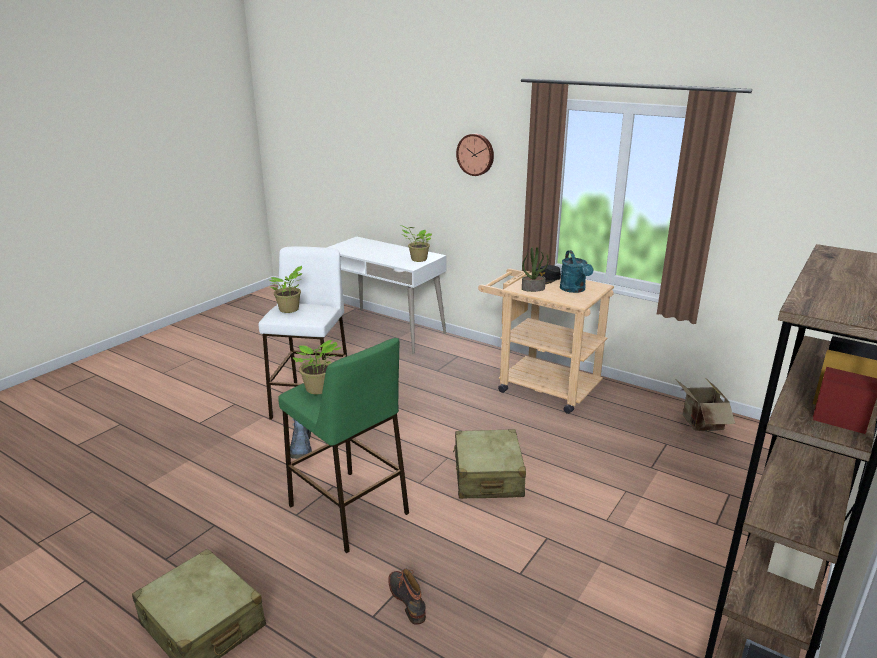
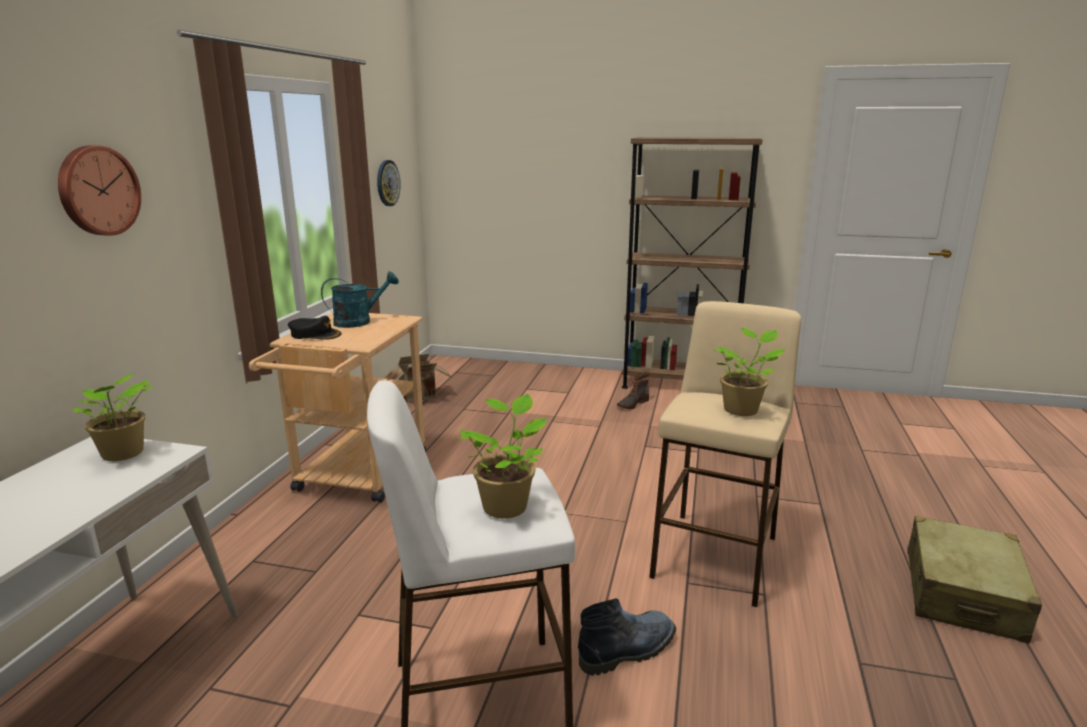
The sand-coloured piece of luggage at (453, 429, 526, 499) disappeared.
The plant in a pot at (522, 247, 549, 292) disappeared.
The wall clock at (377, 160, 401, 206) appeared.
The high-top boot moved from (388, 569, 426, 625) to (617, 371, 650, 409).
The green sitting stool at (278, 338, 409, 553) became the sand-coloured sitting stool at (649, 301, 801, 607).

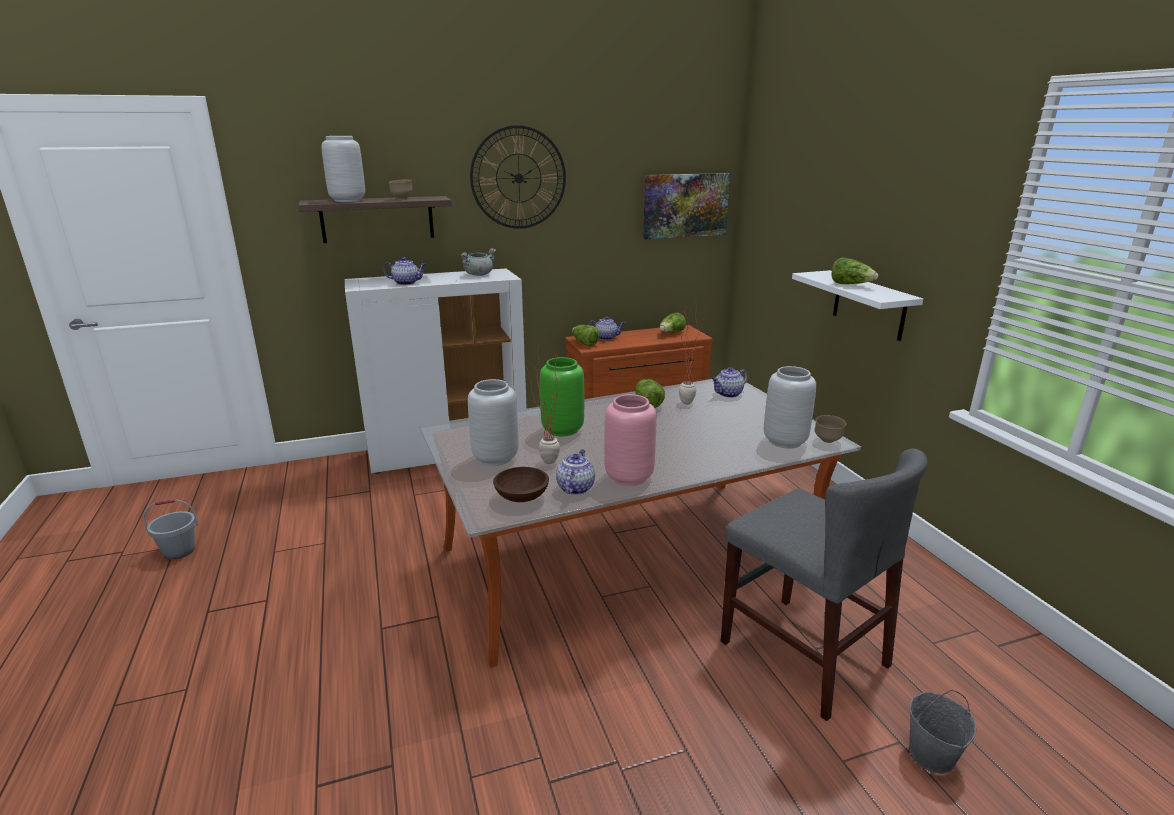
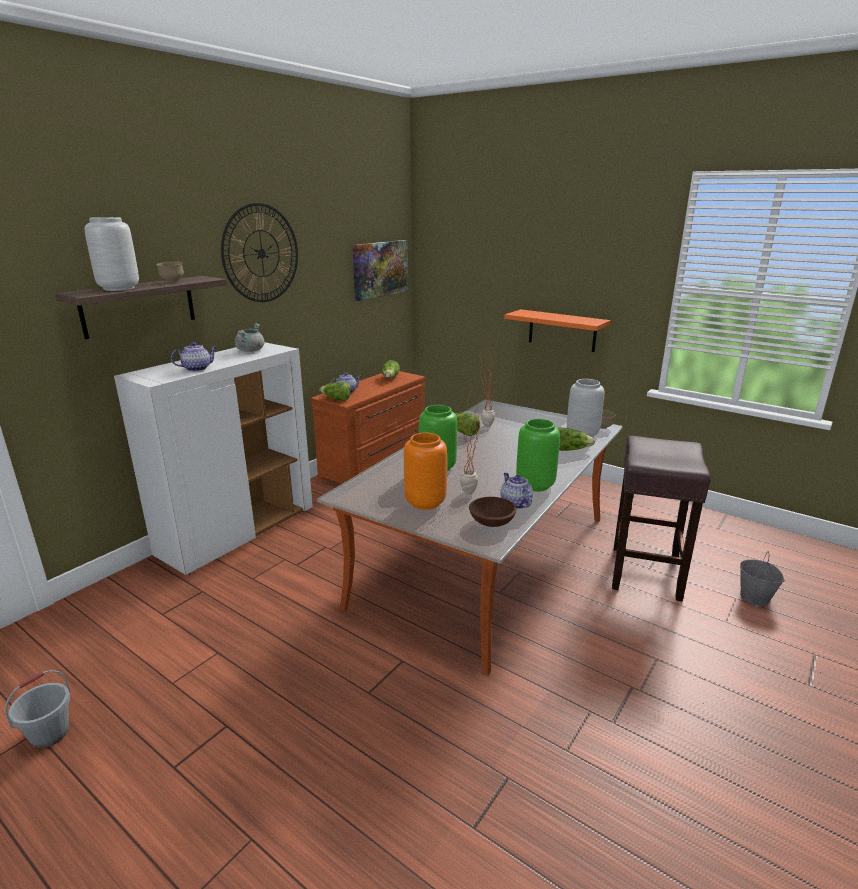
The tea pot at (712, 367, 748, 398) disappeared.
The lettuce moved from (832, 257, 879, 284) to (557, 427, 595, 451).
The greyish chair at (721, 448, 928, 721) was replaced by the brown sitting stool at (612, 436, 711, 601).
The greyish flower vase at (468, 379, 519, 466) became the orange-coloured flower vase at (404, 433, 447, 510).
The pinkish flower vase at (604, 394, 656, 486) became the green flower vase at (516, 419, 560, 492).
The white shelf at (792, 270, 923, 341) became the orange-coloured shelf at (504, 309, 610, 352).

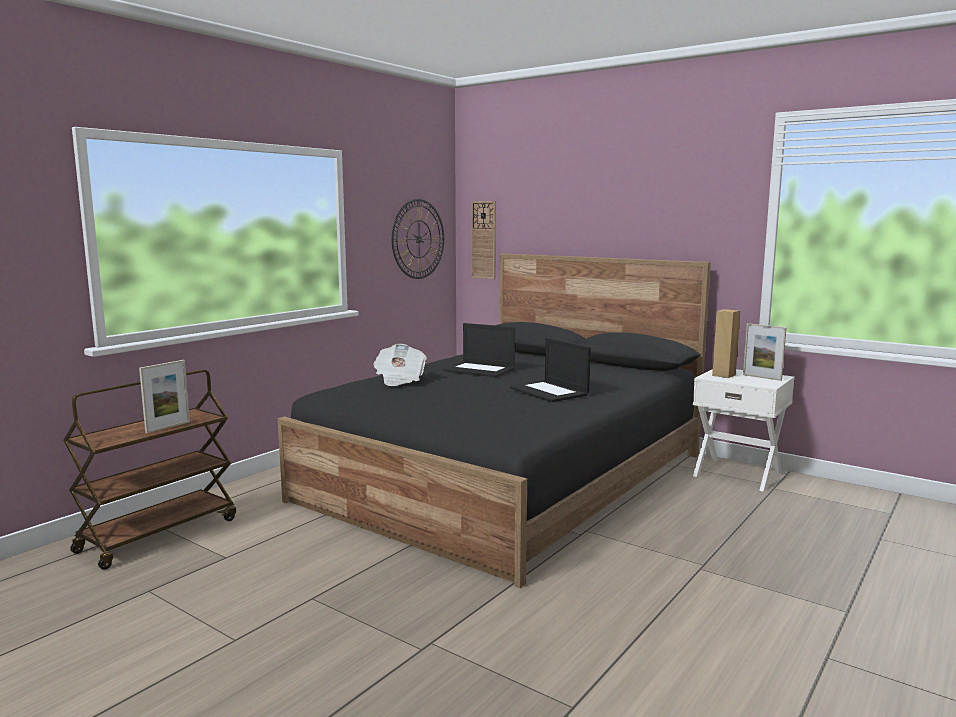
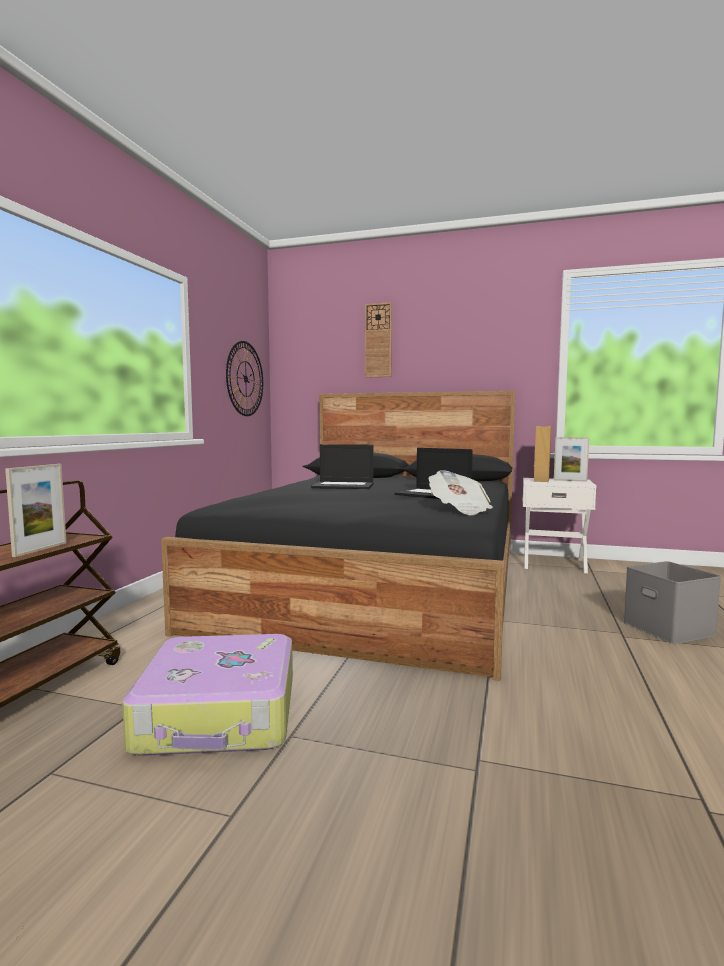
The piece of luggage at (122, 634, 293, 756) appeared.
The greyish storage container at (623, 561, 721, 644) appeared.
The printed paper moved from (373, 344, 427, 386) to (428, 470, 493, 515).
The wall clock moved from (471, 201, 496, 279) to (365, 302, 392, 378).

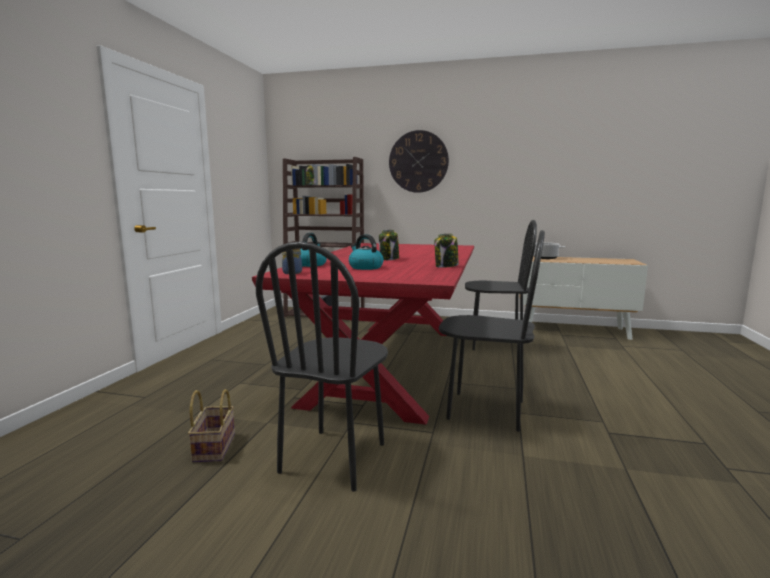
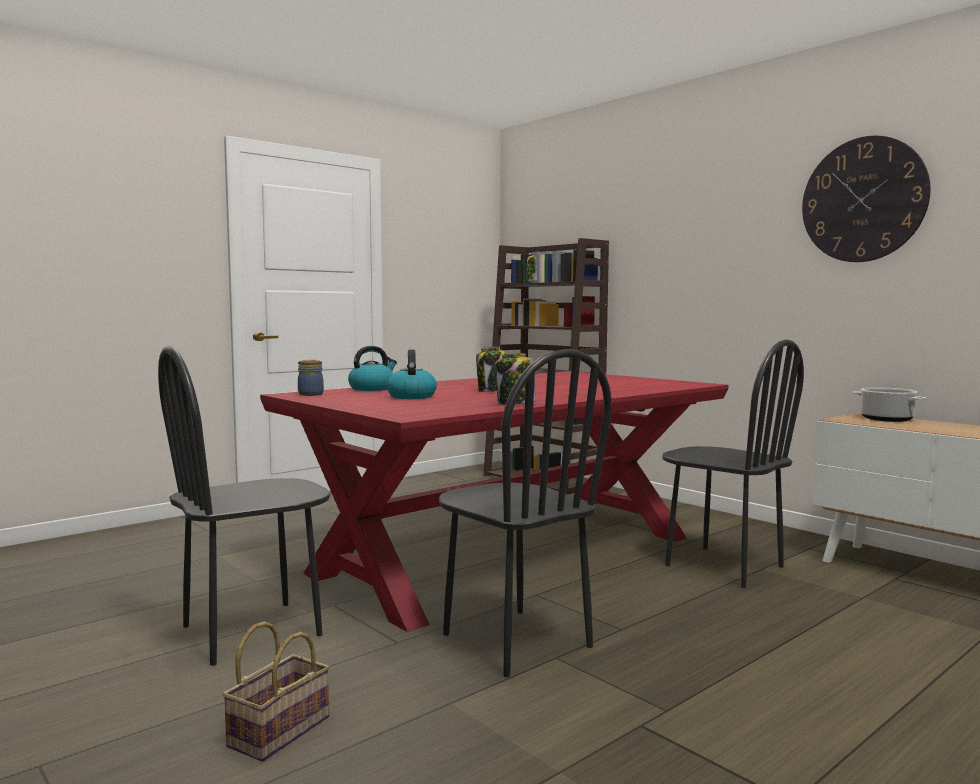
The storage basket moved from (188, 389, 235, 463) to (222, 621, 330, 762).
The wall clock moved from (389, 130, 449, 193) to (802, 136, 931, 262).

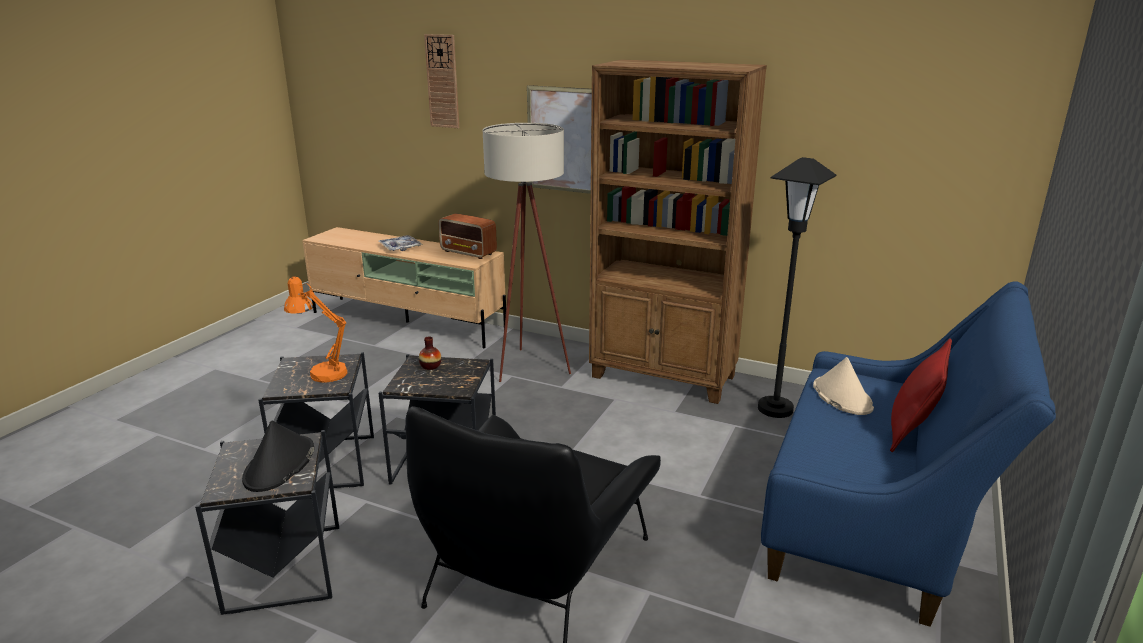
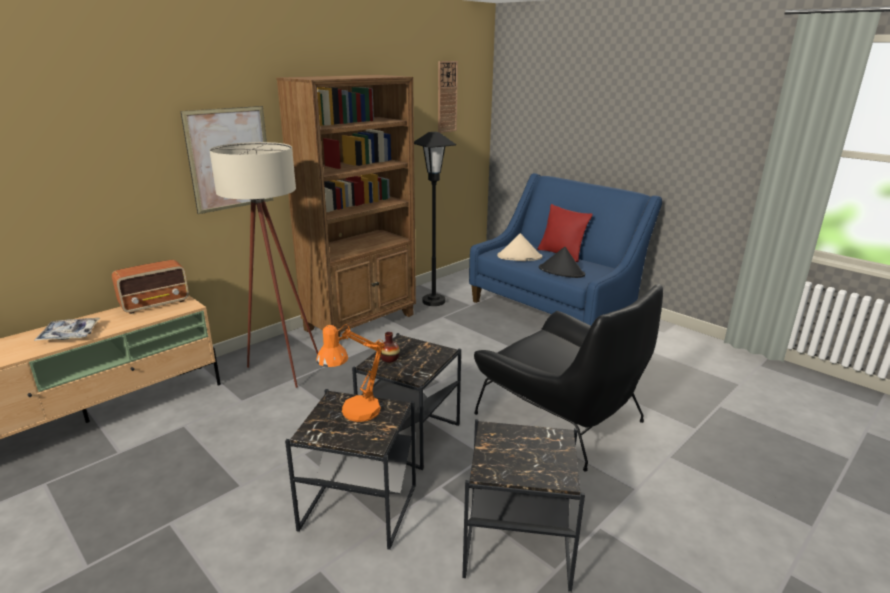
The blackish hat moved from (242, 420, 314, 492) to (539, 247, 585, 278).
The wall clock moved from (424, 34, 459, 128) to (438, 61, 458, 133).

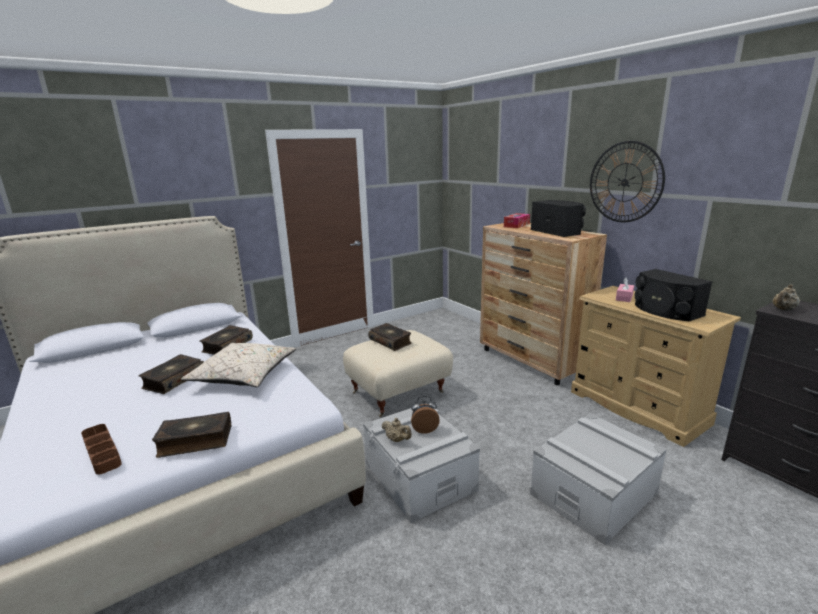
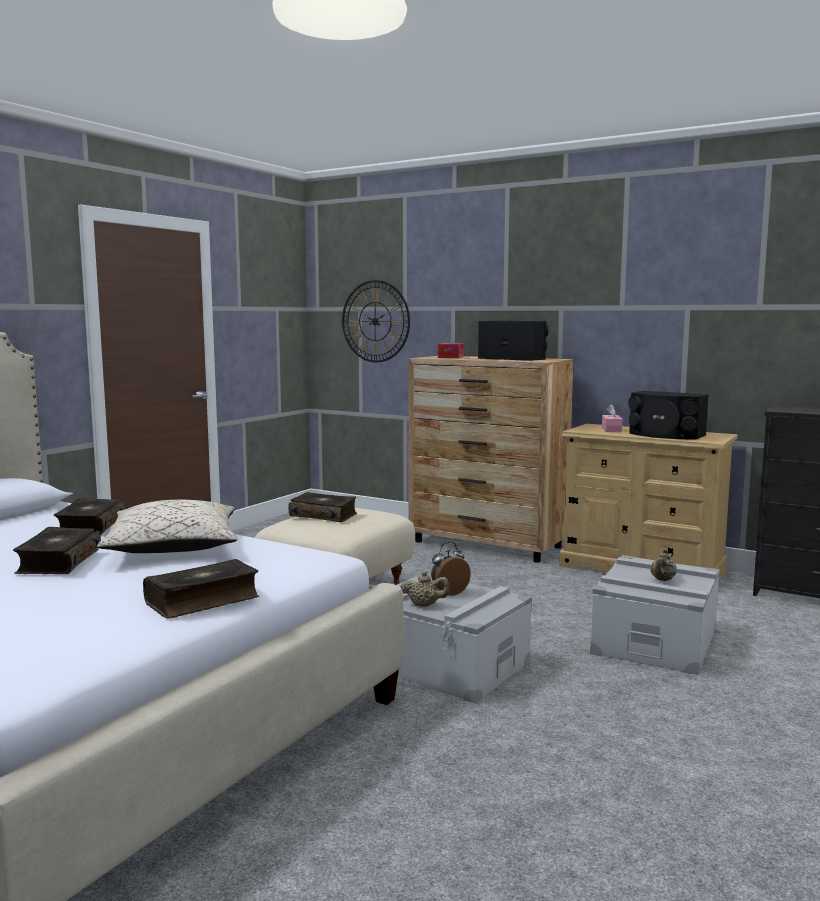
The brown serving tray at (81, 424, 122, 475) disappeared.
The wall clock moved from (590, 141, 665, 222) to (342, 280, 410, 362).
The sand-coloured tea pot moved from (772, 284, 800, 311) to (650, 549, 677, 581).

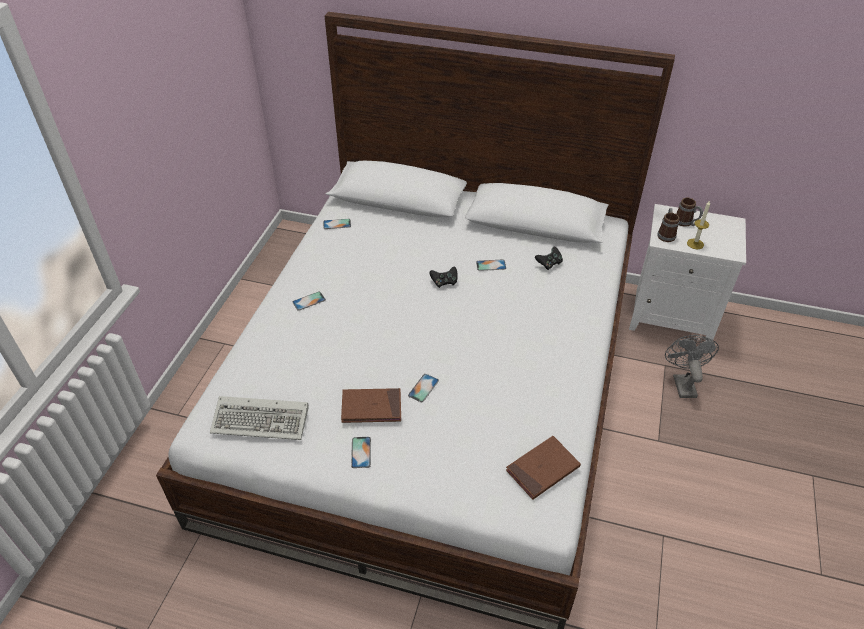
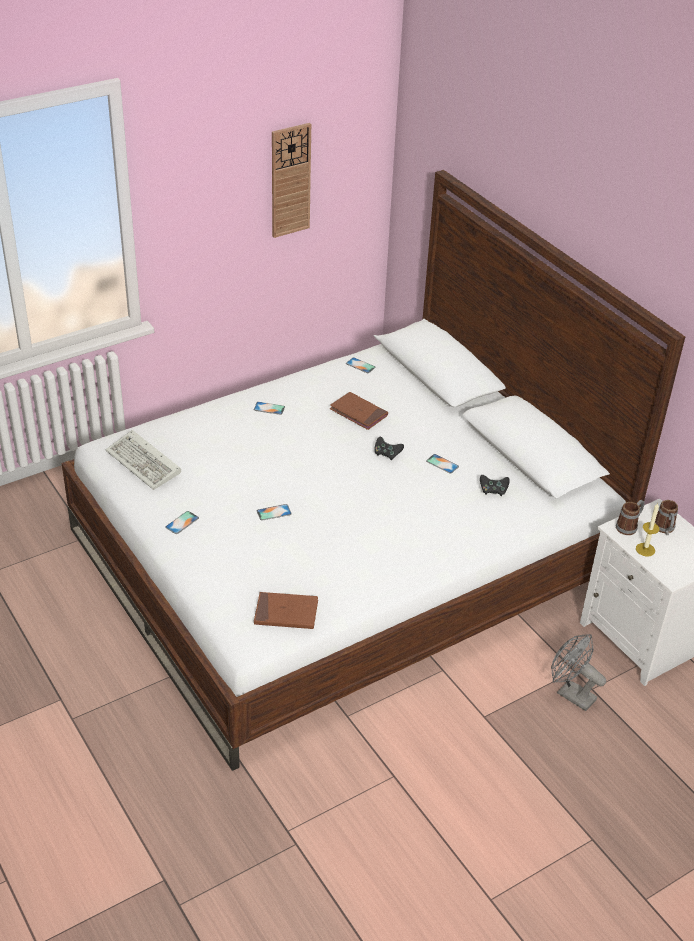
The wall clock at (272, 123, 311, 238) appeared.
The brown volume moved from (341, 388, 401, 423) to (330, 392, 388, 430).
The greyish electric fan at (665, 335, 719, 398) turned 90 degrees counterclockwise.

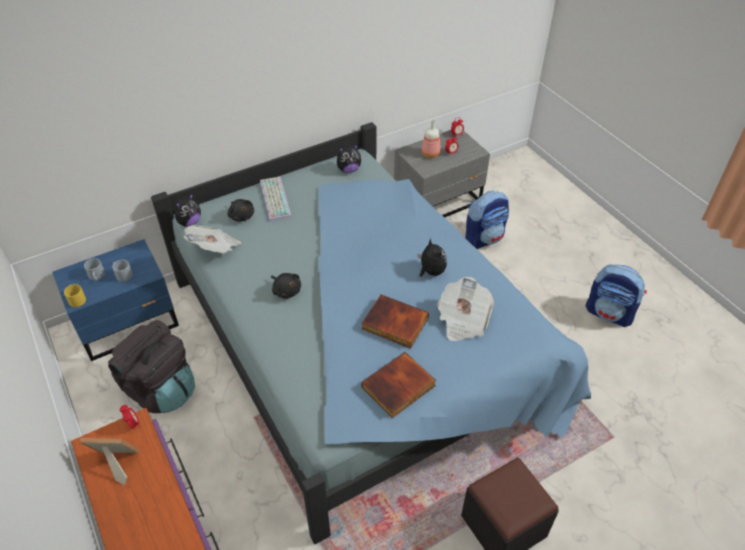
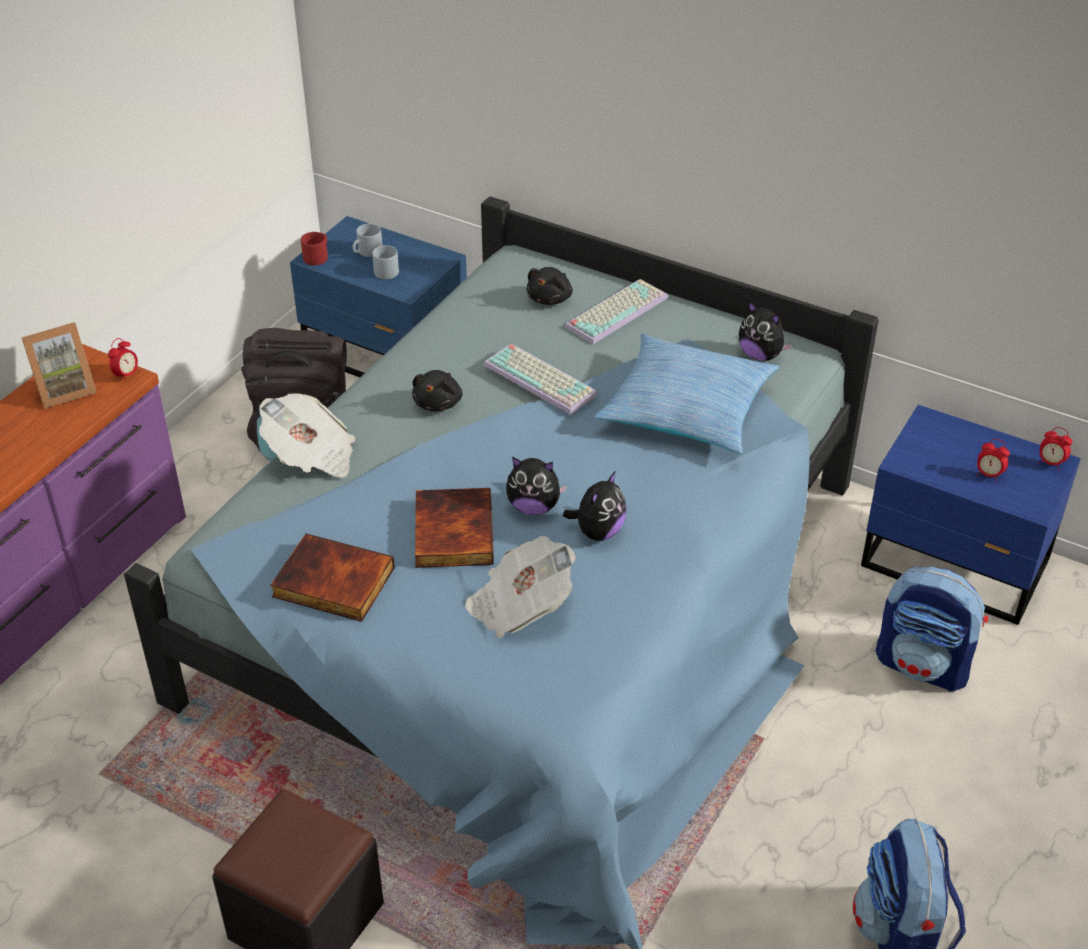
The beverage bottle at (421, 120, 441, 158) disappeared.
The computer keyboard at (484, 344, 598, 415) appeared.
The cushion at (594, 334, 780, 454) appeared.
The plush toy moved from (172, 193, 201, 227) to (506, 457, 567, 515).
The printed paper moved from (184, 225, 242, 254) to (259, 393, 355, 478).
The yellow tea mug at (64, 284, 86, 307) became the reddish tea mug at (301, 232, 328, 265).
The greyish night table at (394, 130, 490, 217) became the blue-coloured night table at (861, 405, 1081, 625).
The photo frame at (80, 438, 139, 485) turned 90 degrees clockwise.

